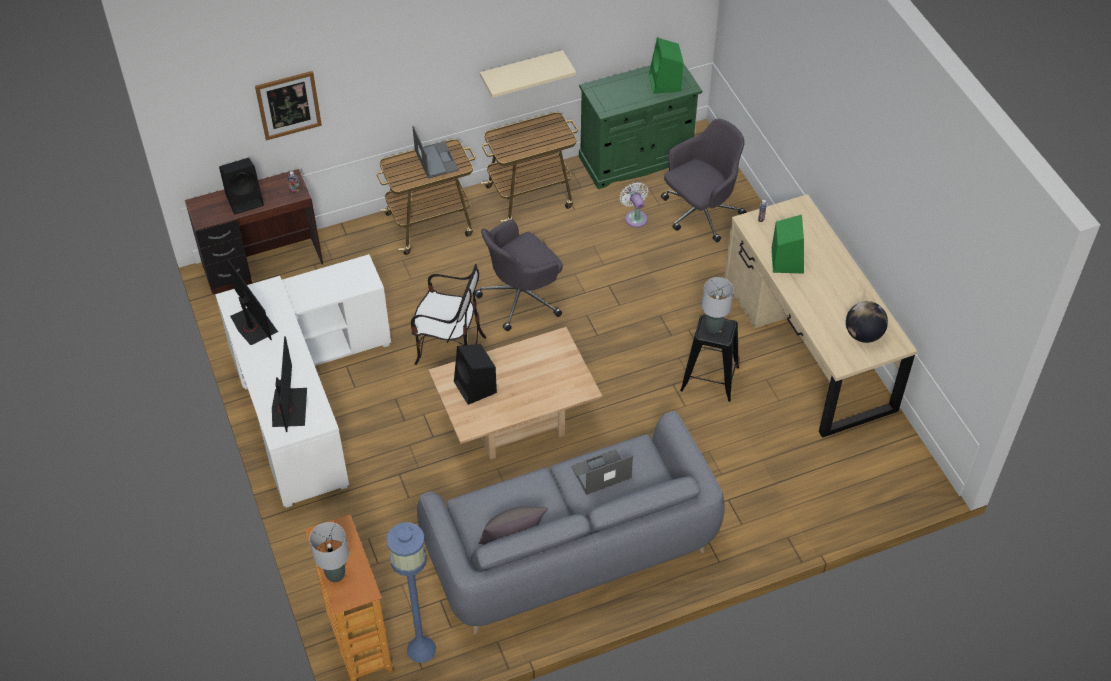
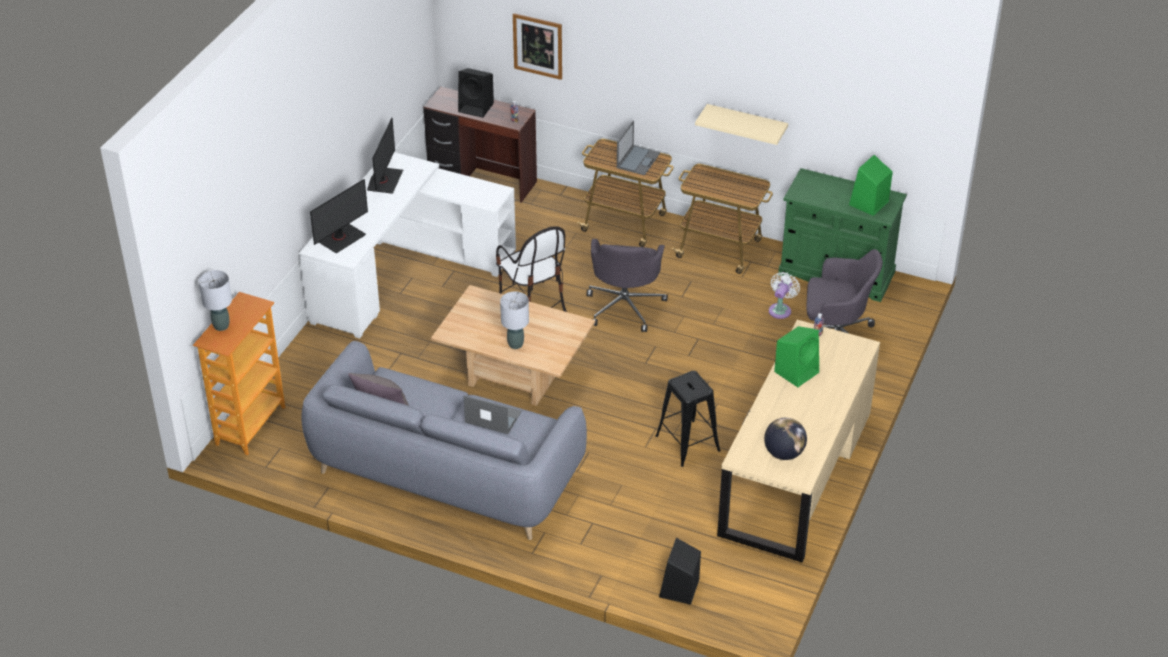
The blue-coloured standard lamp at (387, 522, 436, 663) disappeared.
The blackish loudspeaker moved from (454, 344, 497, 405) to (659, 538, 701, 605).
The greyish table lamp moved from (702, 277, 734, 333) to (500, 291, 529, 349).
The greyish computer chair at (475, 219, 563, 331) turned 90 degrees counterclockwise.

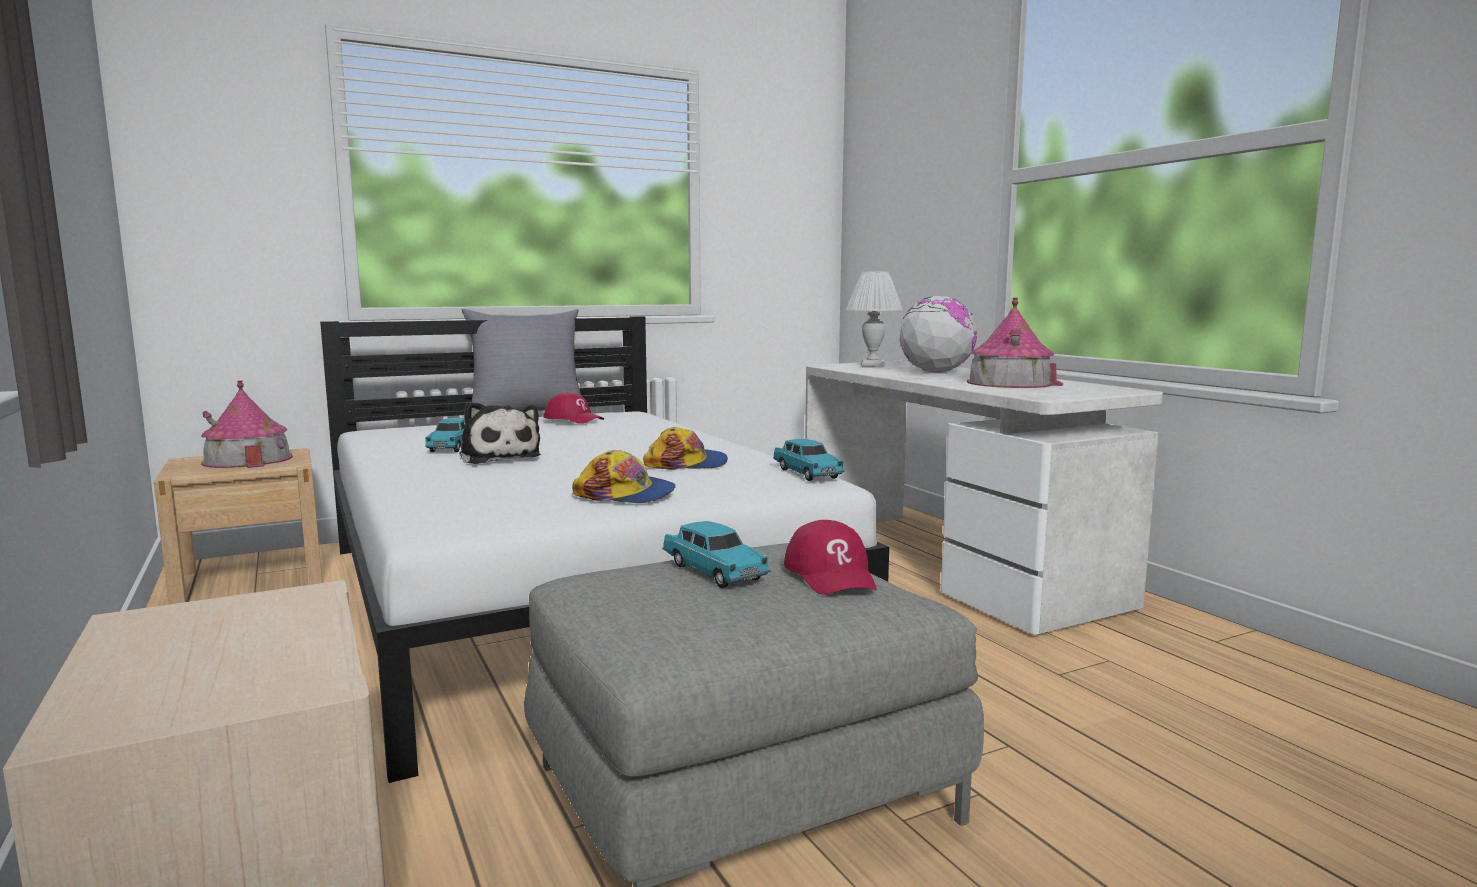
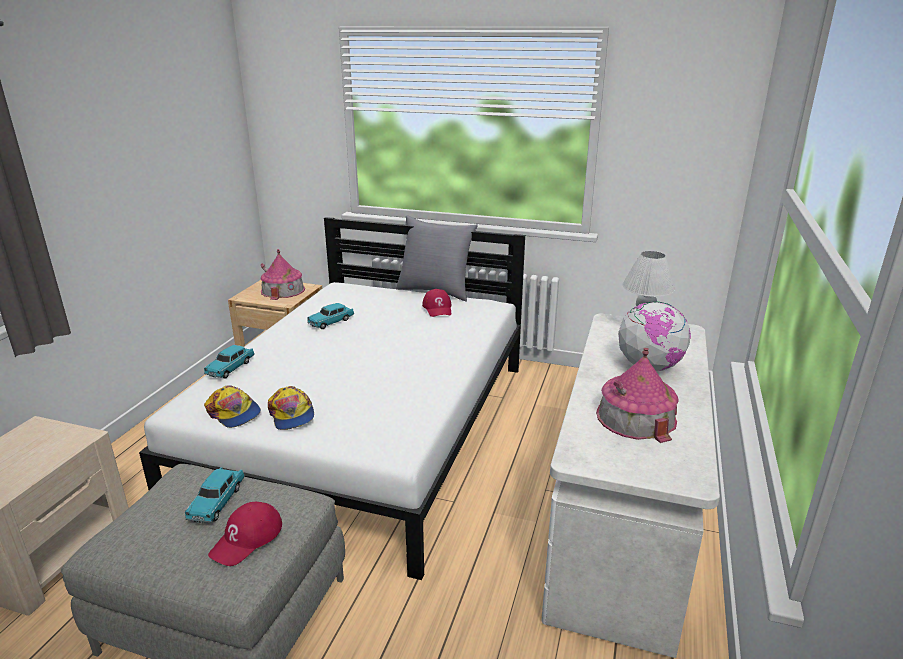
The plush toy at (459, 402, 541, 464) disappeared.
The cap moved from (643, 427, 728, 470) to (204, 385, 261, 428).
The turquoise-coloured toy car moved from (773, 439, 844, 481) to (204, 345, 254, 379).

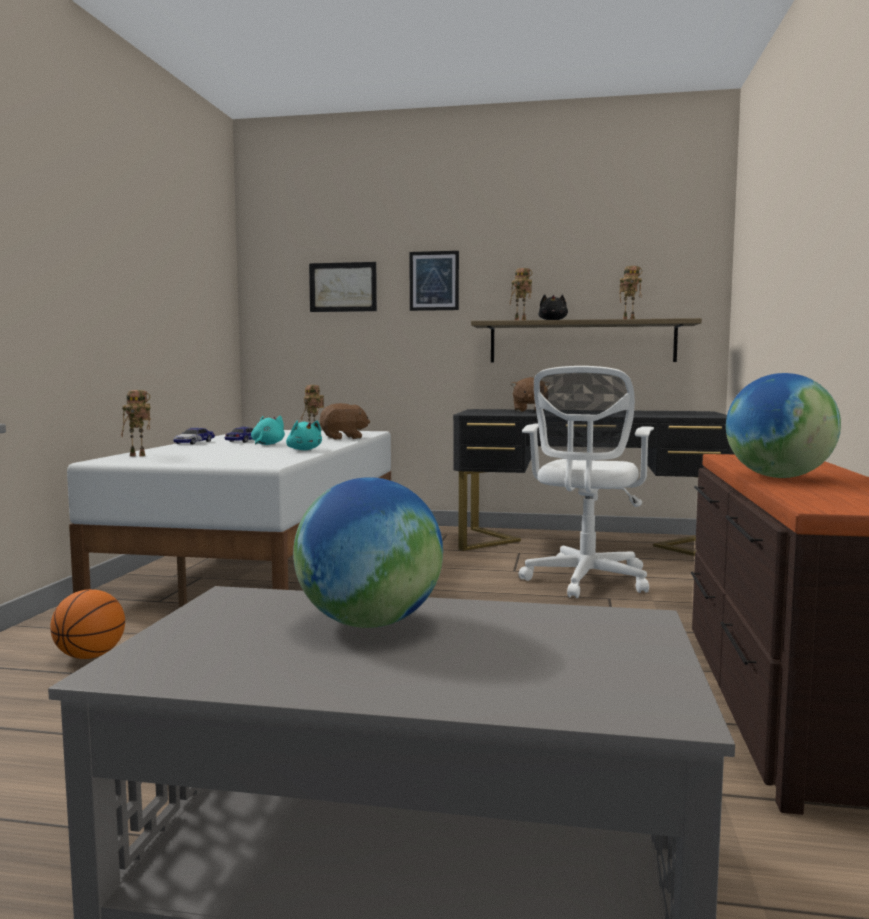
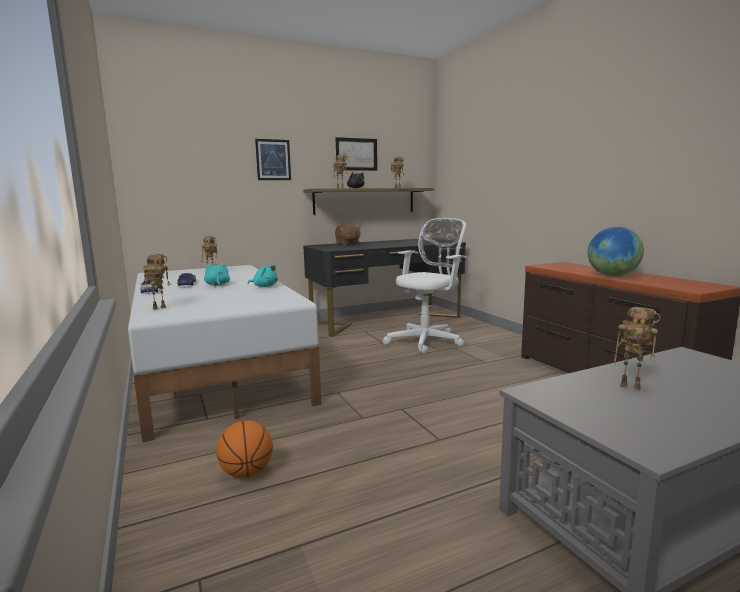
The brown plush toy at (319, 403, 370, 440) disappeared.
The wall picture moved from (309, 262, 377, 312) to (335, 137, 377, 171).
The globe at (293, 477, 443, 628) was replaced by the toy robot at (614, 307, 661, 390).
The white computer chair at (518, 366, 654, 598) turned 120 degrees counterclockwise.

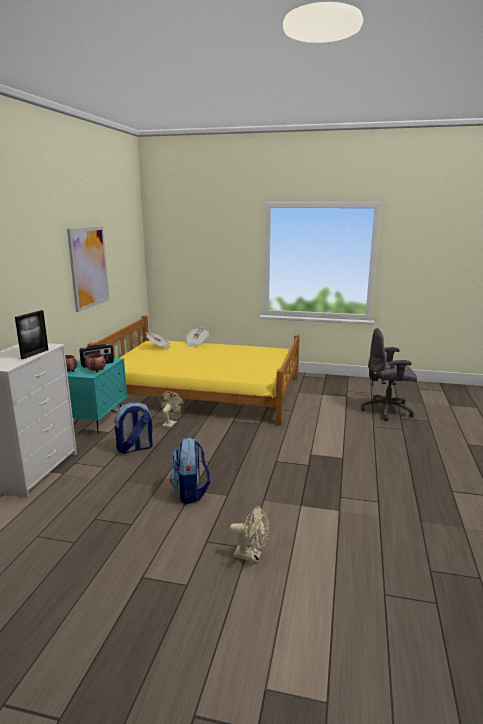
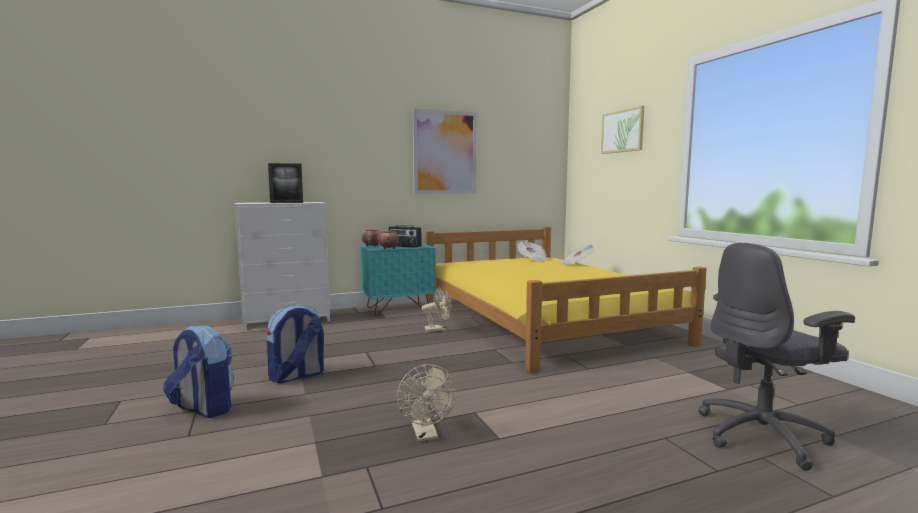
The wall picture at (601, 106, 644, 154) appeared.
The backpack moved from (114, 402, 153, 454) to (163, 325, 234, 418).
The sand-coloured electric fan moved from (230, 506, 269, 563) to (397, 364, 456, 441).
The greyish computer chair at (361, 328, 417, 421) turned 75 degrees counterclockwise.

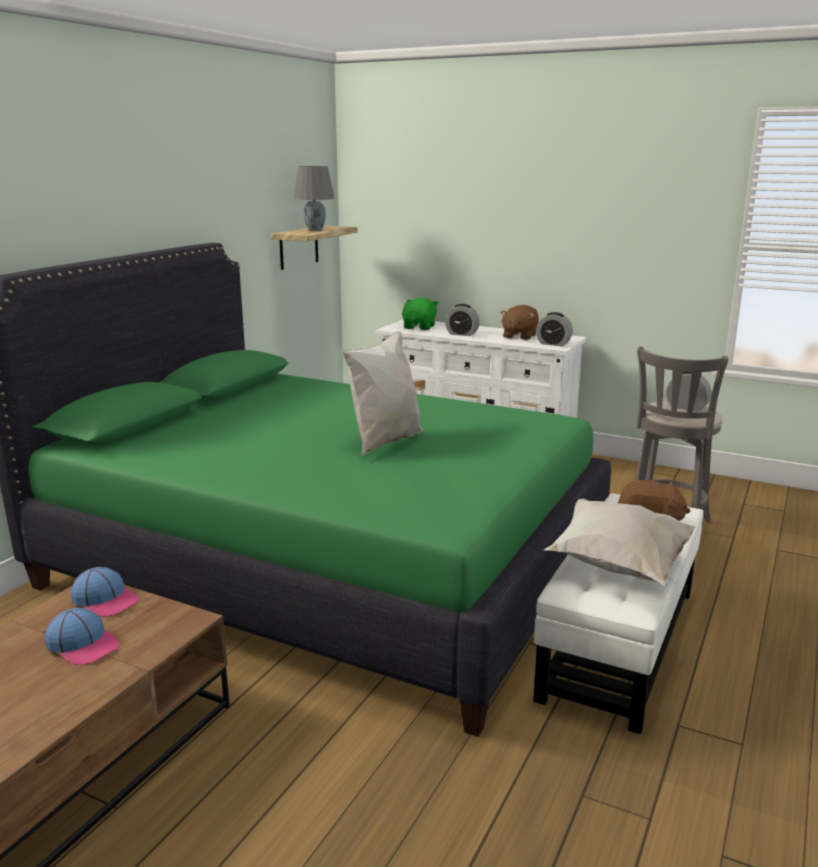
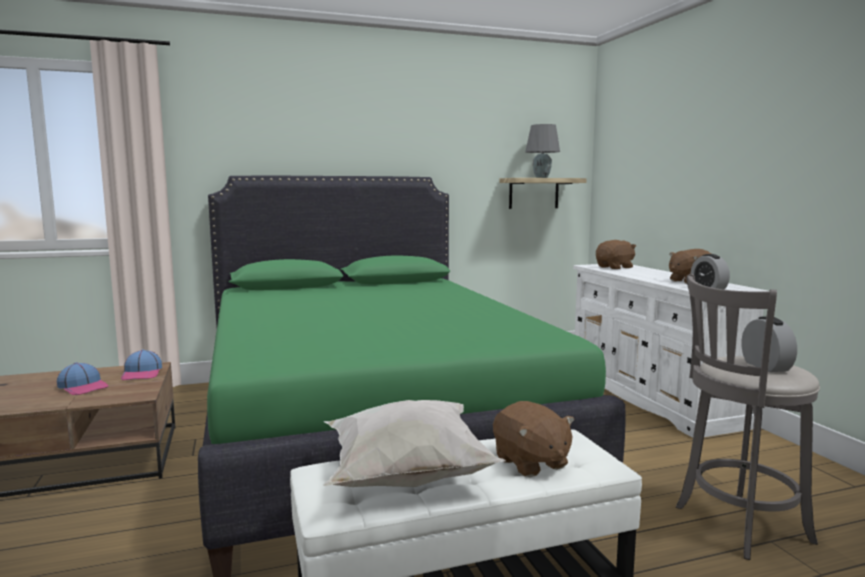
The white cushion at (340, 332, 423, 457) disappeared.
The alarm clock at (445, 304, 480, 336) disappeared.
The green plush toy at (402, 297, 439, 330) became the brown plush toy at (596, 240, 636, 269).
The cap at (45, 608, 120, 665) turned 45 degrees counterclockwise.

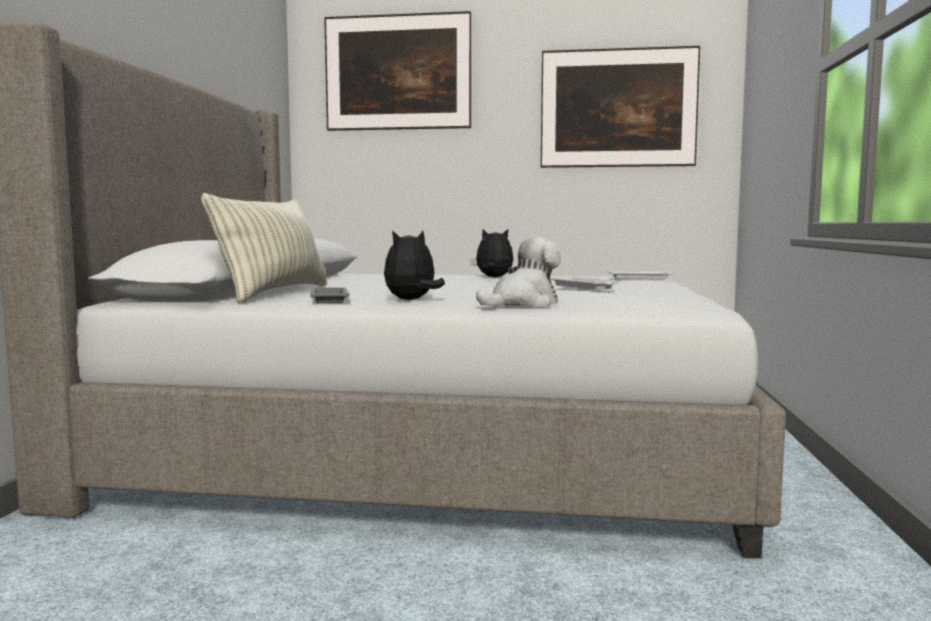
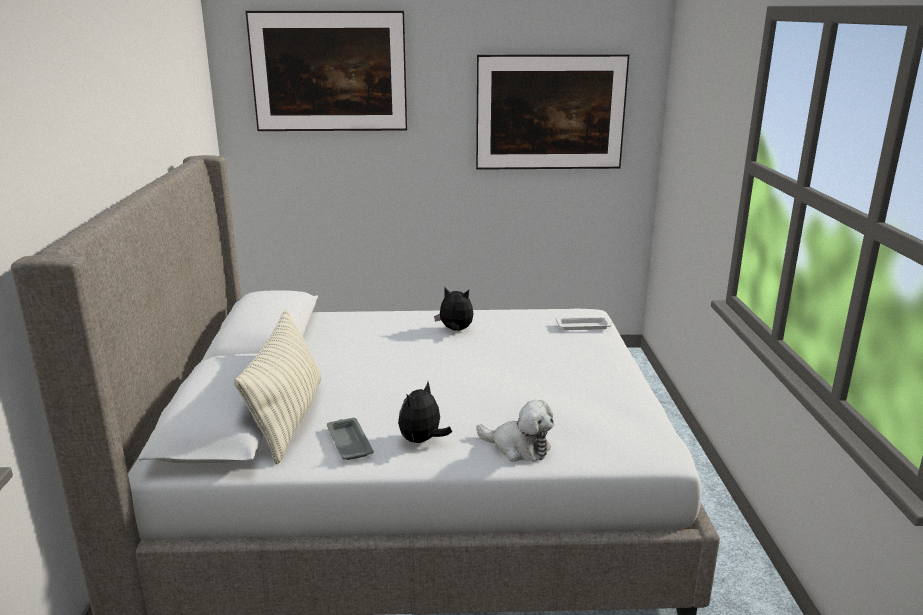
The white serving tray at (549, 276, 619, 290) disappeared.
The plush toy at (476, 237, 561, 306) turned 75 degrees clockwise.

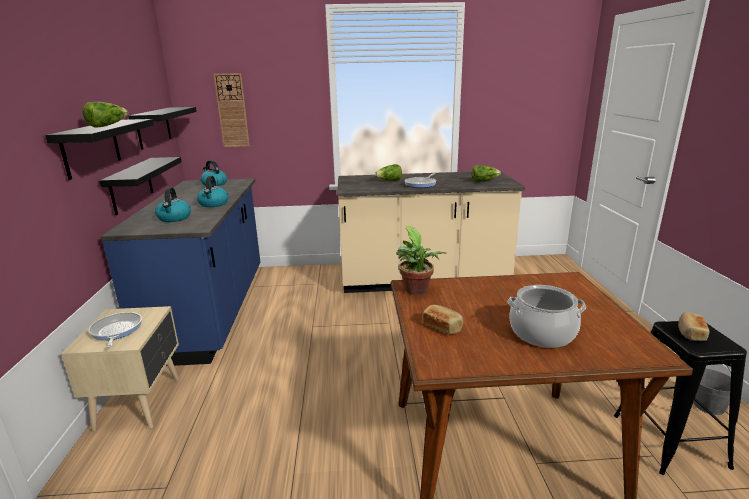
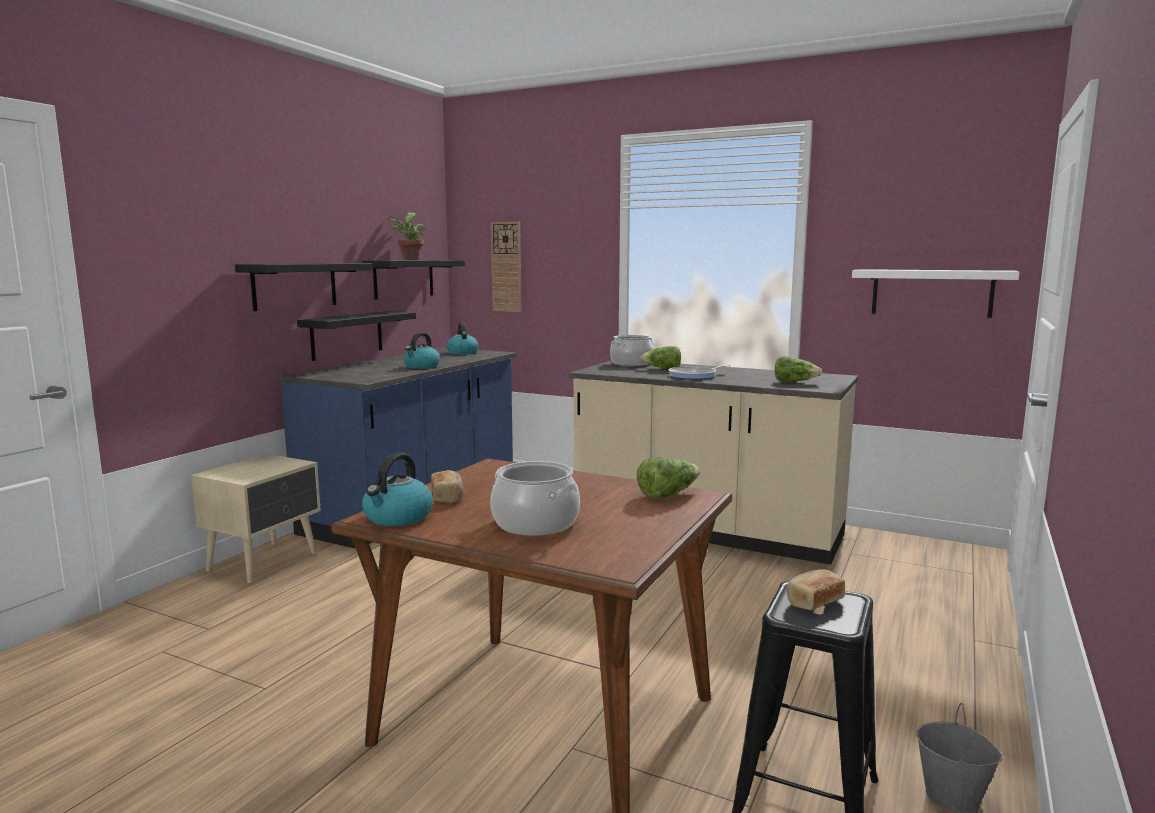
The skillet at (89, 312, 142, 347) disappeared.
The saucepot at (610, 335, 654, 366) appeared.
The white shelf at (852, 269, 1020, 318) appeared.
The lettuce moved from (82, 102, 128, 128) to (637, 457, 701, 499).
The tea kettle moved from (155, 187, 191, 222) to (362, 453, 433, 526).
The plant in a pot moved from (397, 226, 447, 295) to (387, 212, 428, 260).

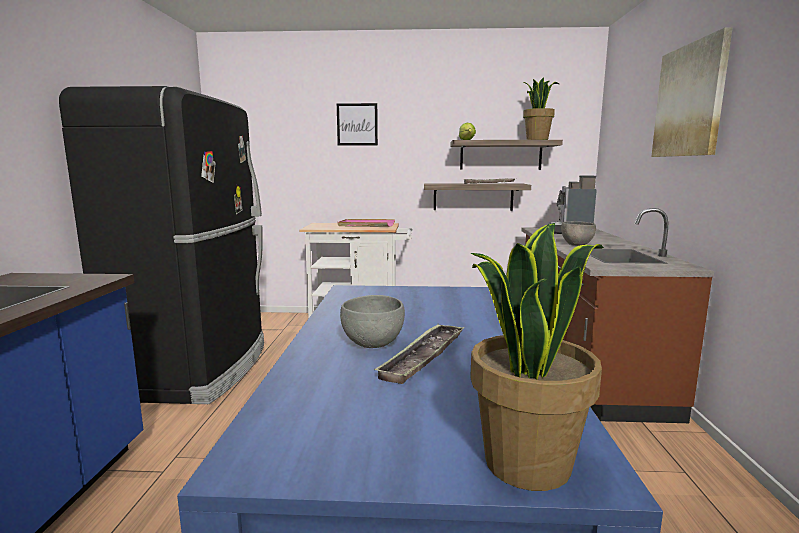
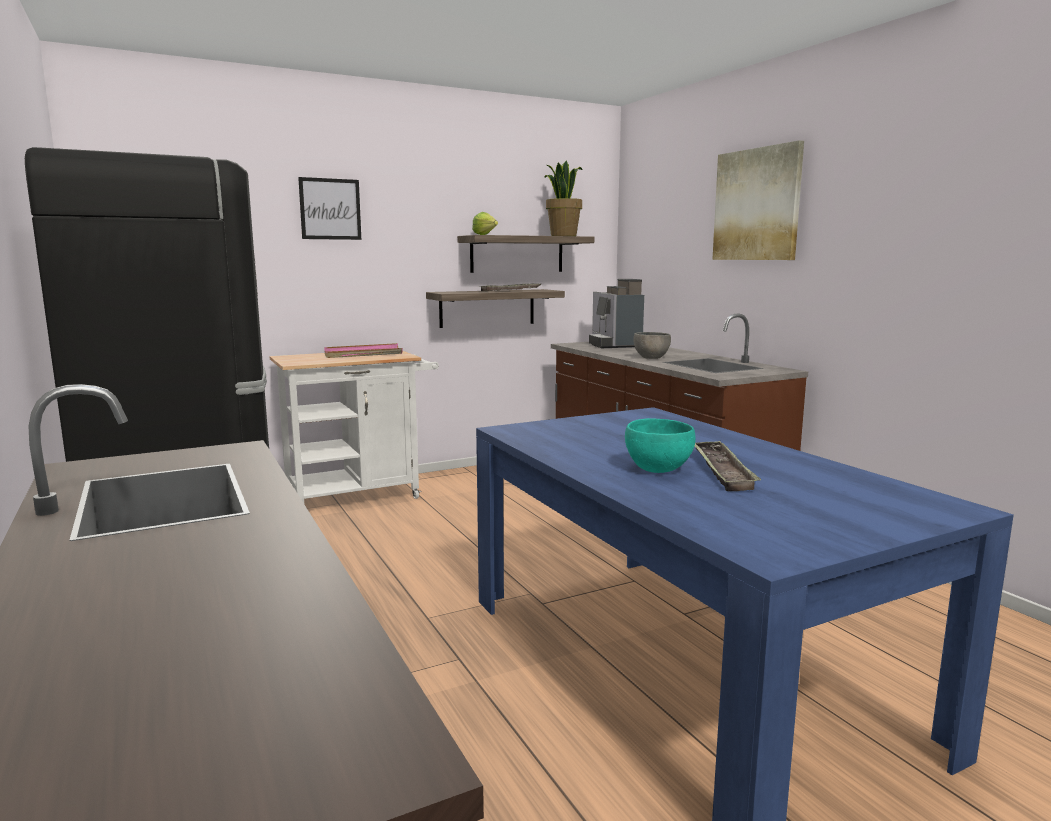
The plant in a pot at (470, 223, 604, 491) disappeared.
The greyish deep dish at (340, 295, 405, 348) became the turquoise-coloured deep dish at (625, 418, 696, 473).

